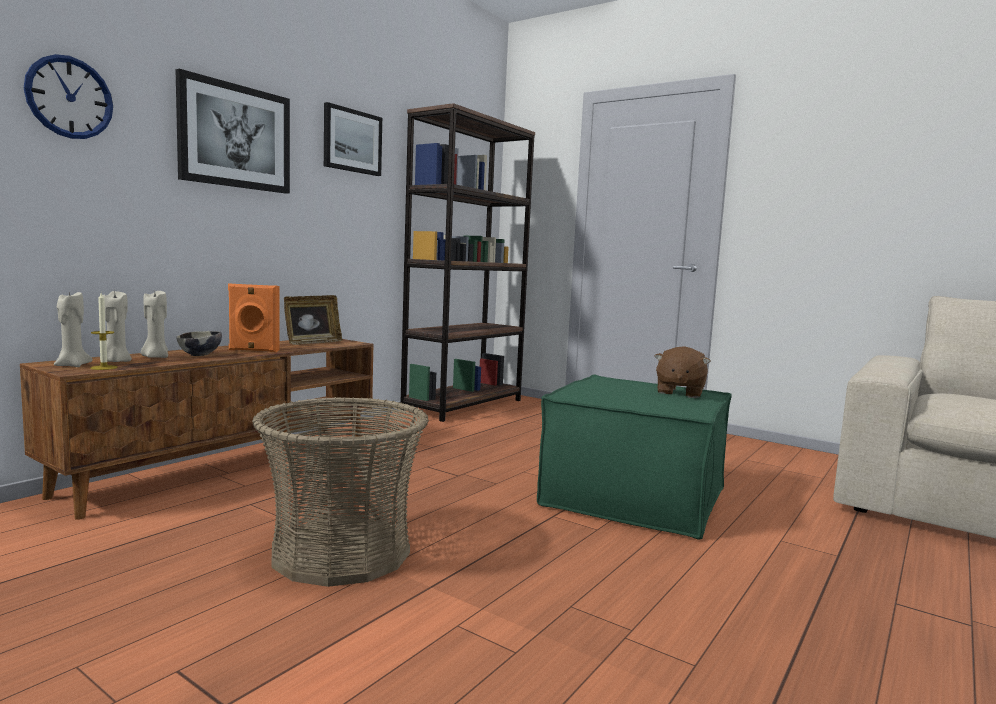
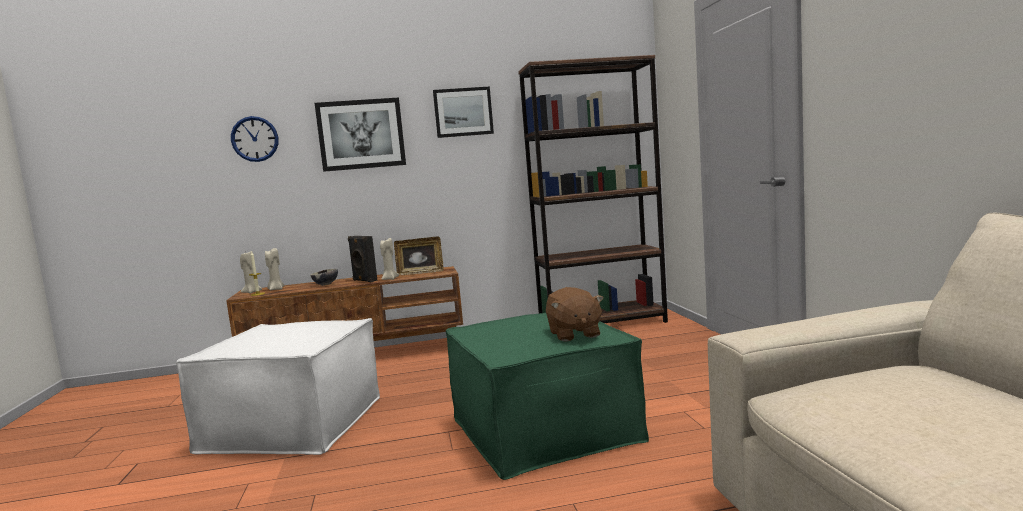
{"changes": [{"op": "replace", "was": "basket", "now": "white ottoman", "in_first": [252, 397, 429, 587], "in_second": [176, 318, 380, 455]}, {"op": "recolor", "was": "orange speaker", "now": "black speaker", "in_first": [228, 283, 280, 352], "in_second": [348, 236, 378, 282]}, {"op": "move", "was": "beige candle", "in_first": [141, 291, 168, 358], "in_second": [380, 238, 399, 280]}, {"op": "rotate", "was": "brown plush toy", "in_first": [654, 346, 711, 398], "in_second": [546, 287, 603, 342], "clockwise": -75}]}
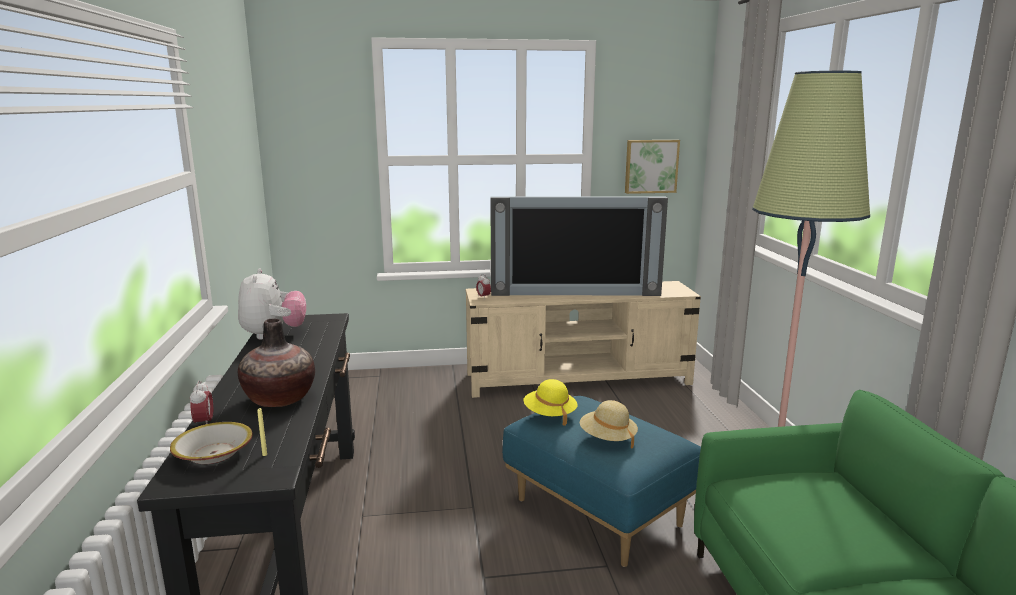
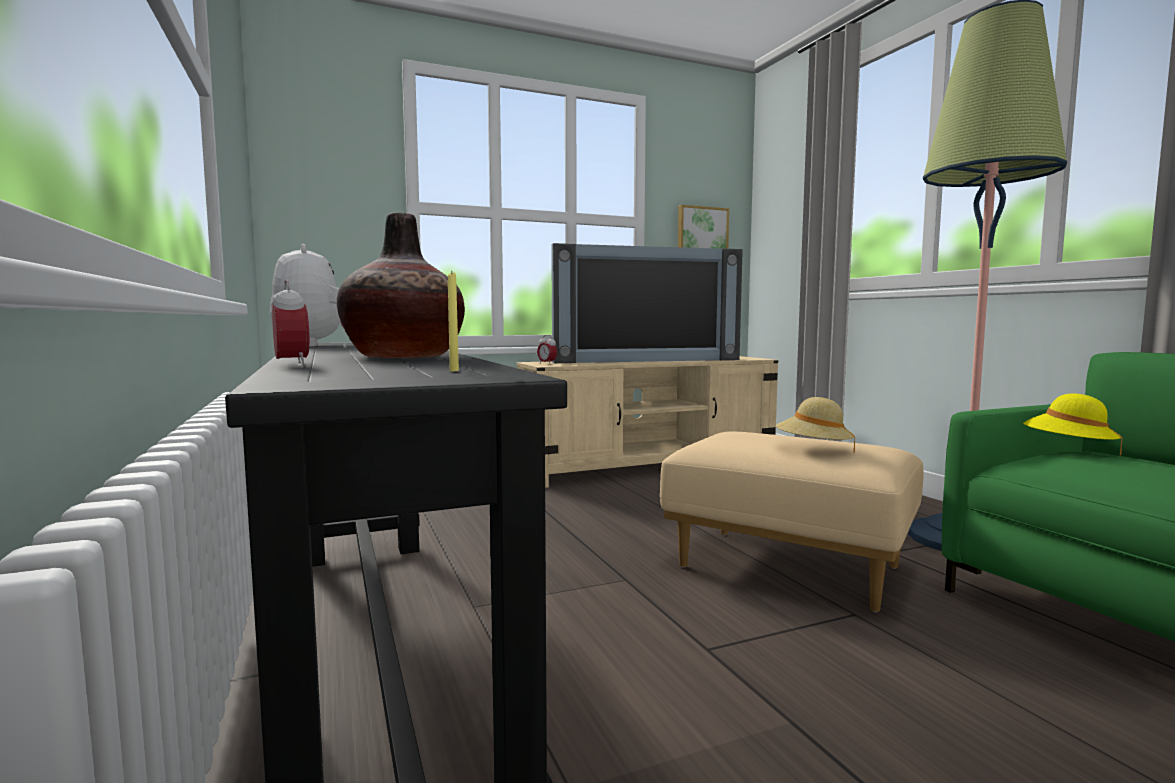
{"changes": [{"op": "recolor", "was": "blue ottoman", "now": "beige ottoman", "in_first": [502, 396, 701, 567], "in_second": [660, 431, 923, 612]}, {"op": "move", "was": "yellow hat", "in_first": [524, 379, 578, 426], "in_second": [1023, 393, 1122, 455]}, {"op": "delete", "was": "bowl", "in_first": [170, 422, 253, 464]}]}
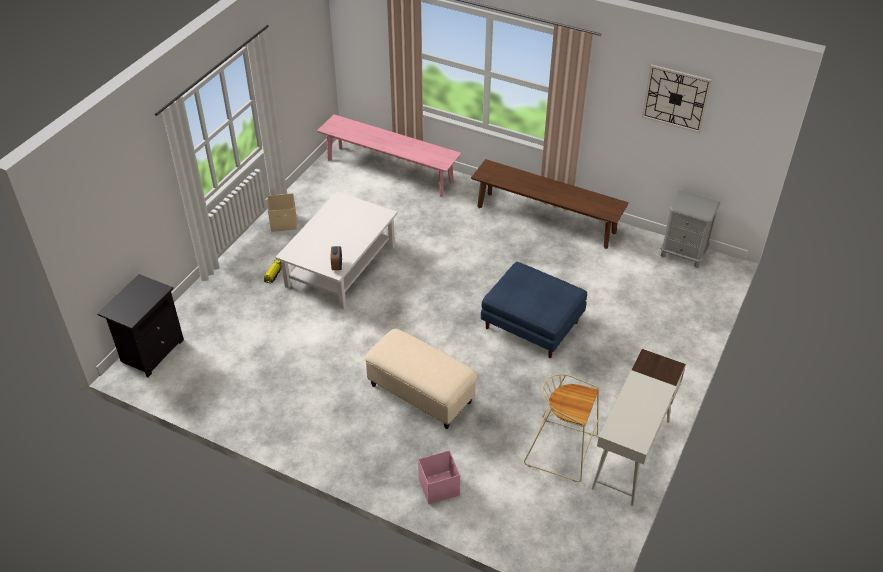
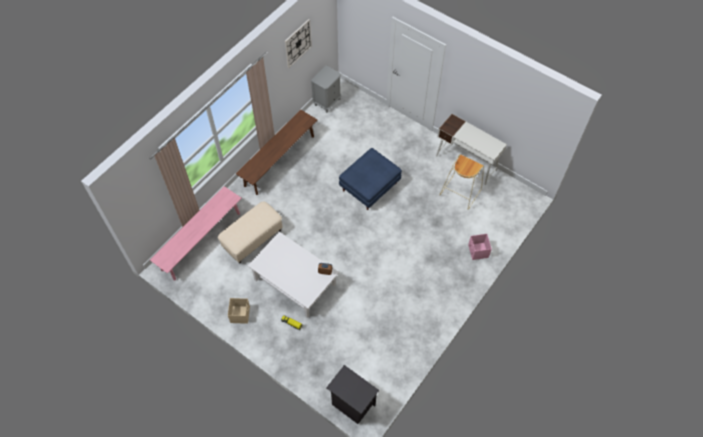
{"changes": [{"op": "move", "was": "beige ottoman", "in_first": [364, 329, 477, 429], "in_second": [218, 201, 283, 264]}]}
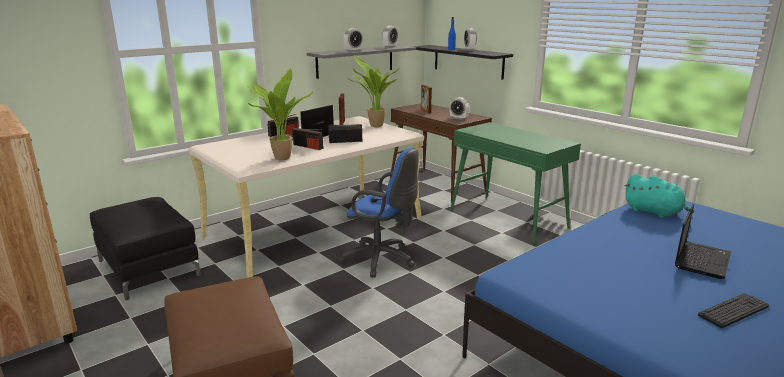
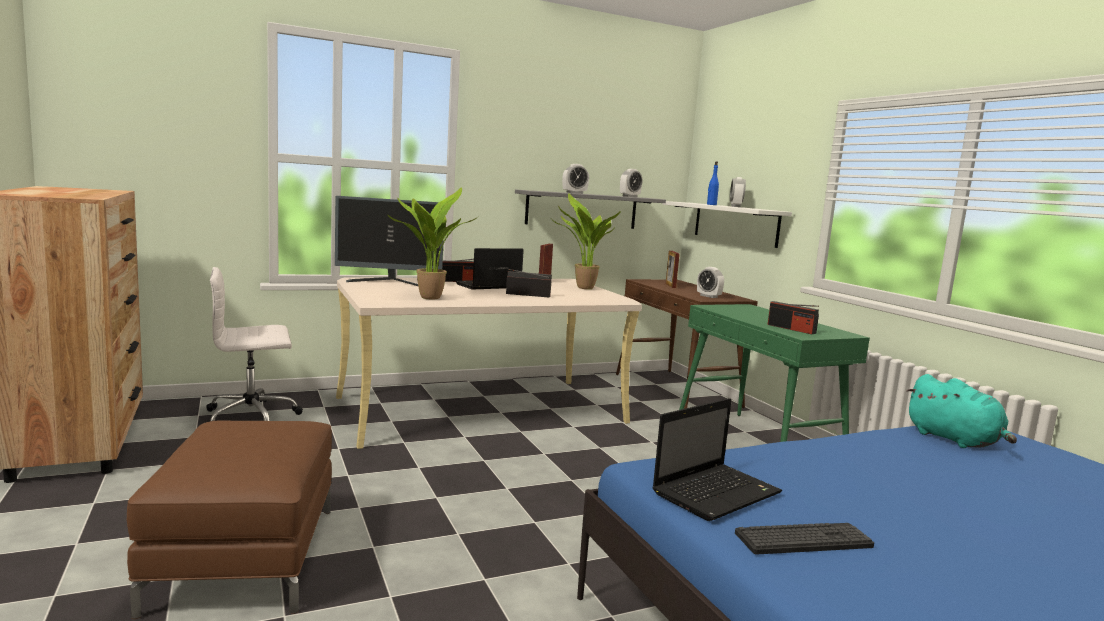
{"changes": [{"op": "replace", "was": "black ottoman", "now": "white office chair", "in_first": [90, 197, 201, 300], "in_second": [206, 267, 303, 422]}, {"op": "insert", "now": "monitor", "in_second": [335, 196, 443, 286]}, {"op": "move", "was": "laptop", "in_first": [675, 204, 731, 279], "in_second": [652, 398, 782, 521]}, {"op": "recolor", "was": "black shelf", "now": "white shelf", "in_first": [412, 45, 513, 80], "in_second": [662, 201, 792, 248]}, {"op": "move", "was": "keyboard", "in_first": [698, 293, 769, 328], "in_second": [735, 523, 874, 554]}, {"op": "move", "was": "radio", "in_first": [292, 128, 324, 150], "in_second": [768, 301, 819, 334]}, {"op": "delete", "was": "blue office chair", "in_first": [338, 148, 419, 278]}]}
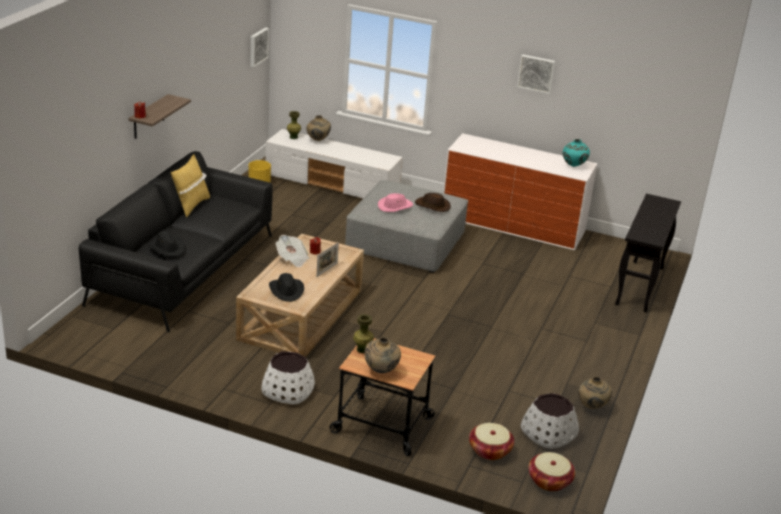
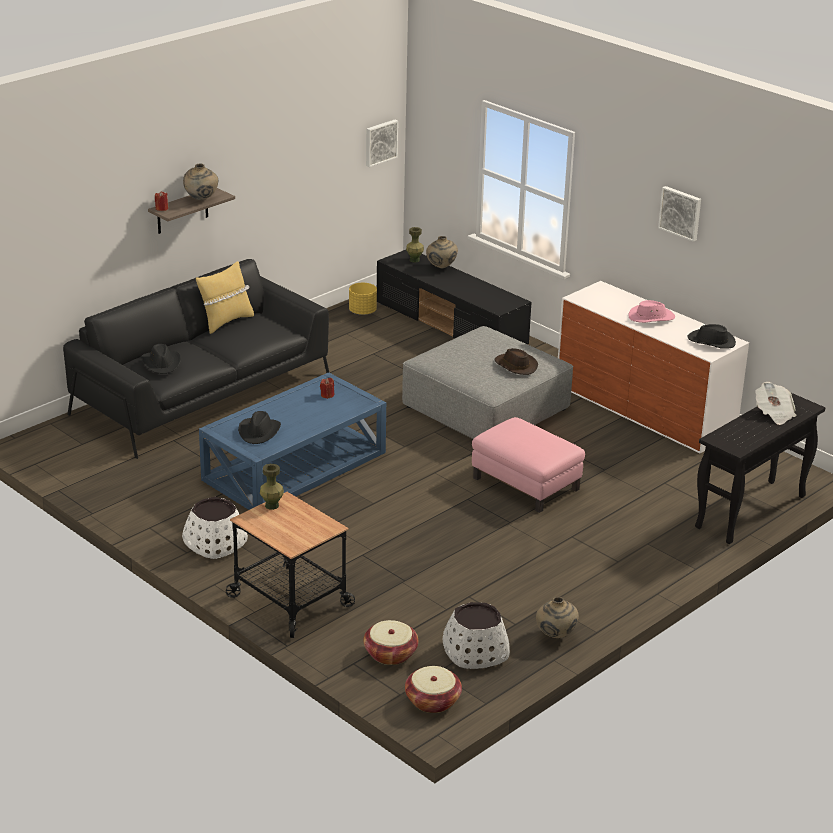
{"changes": [{"op": "move", "was": "beige vase", "in_first": [364, 337, 401, 373], "in_second": [183, 164, 218, 200]}, {"op": "recolor", "was": "beige coffee table", "now": "blue coffee table", "in_first": [236, 234, 364, 357], "in_second": [199, 372, 386, 510]}, {"op": "recolor", "was": "white tv stand", "now": "black tv stand", "in_first": [265, 129, 403, 198], "in_second": [377, 250, 531, 344]}, {"op": "insert", "now": "pink ottoman", "in_second": [472, 417, 585, 513]}, {"op": "move", "was": "pink hat", "in_first": [378, 193, 413, 212], "in_second": [628, 300, 675, 323]}, {"op": "replace", "was": "turquoise vase", "now": "black hat", "in_first": [563, 139, 590, 167], "in_second": [687, 324, 736, 349]}, {"op": "move", "was": "newspaper", "in_first": [276, 235, 309, 267], "in_second": [755, 382, 796, 425]}, {"op": "delete", "was": "picture frame", "in_first": [316, 242, 339, 277]}]}
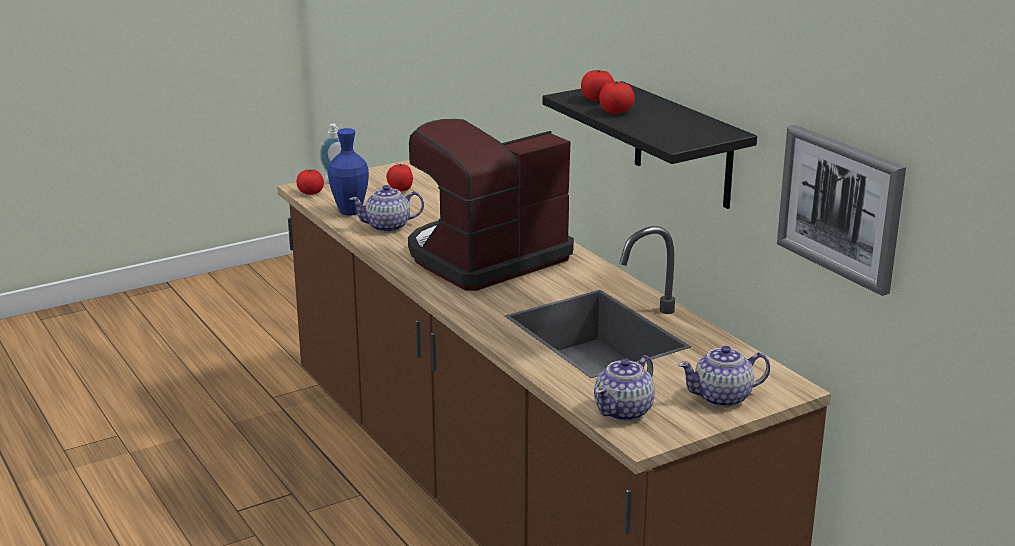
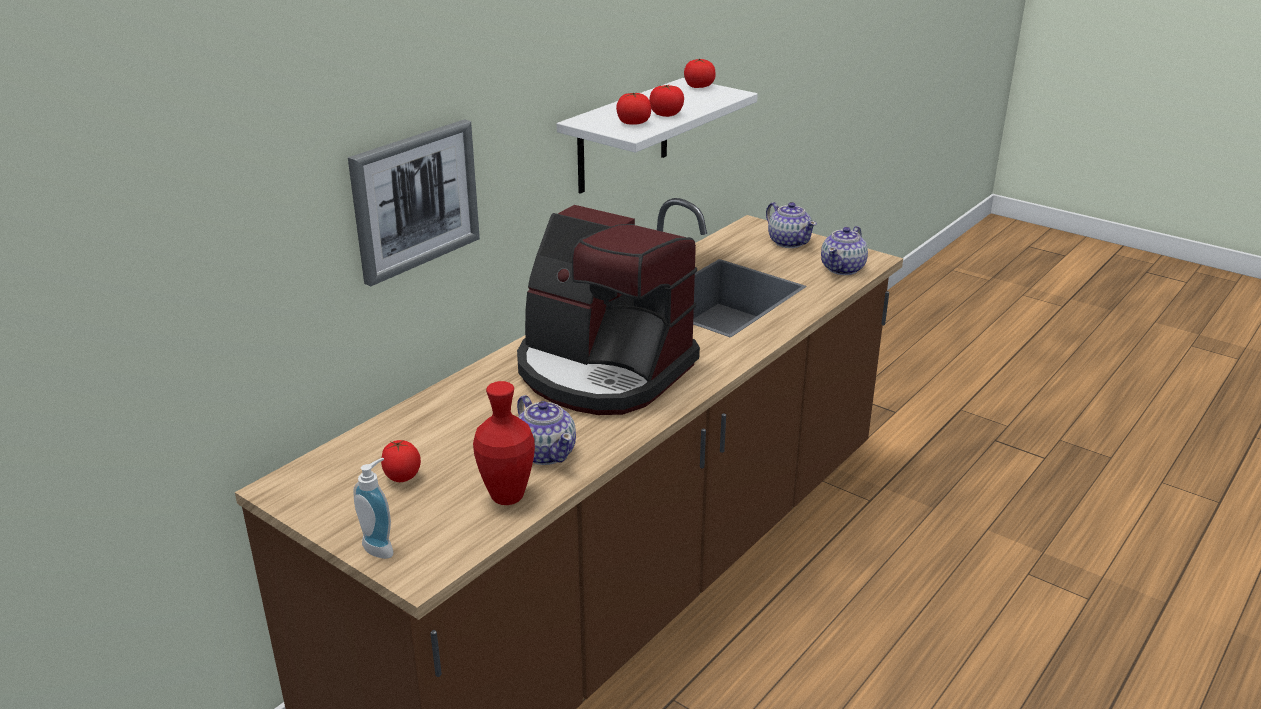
{"changes": [{"op": "move", "was": "picture", "in_first": [777, 125, 906, 296], "in_second": [348, 119, 480, 286]}, {"op": "recolor", "was": "blue vase", "now": "red vase", "in_first": [328, 128, 369, 216], "in_second": [473, 381, 535, 505]}, {"op": "recolor", "was": "black shelf", "now": "white shelf", "in_first": [543, 81, 757, 209], "in_second": [557, 78, 758, 194]}, {"op": "move", "was": "tomato", "in_first": [297, 170, 324, 195], "in_second": [684, 58, 716, 88]}, {"op": "rotate", "was": "teapot", "in_first": [594, 355, 655, 421], "in_second": [821, 226, 868, 275], "clockwise": 105}]}
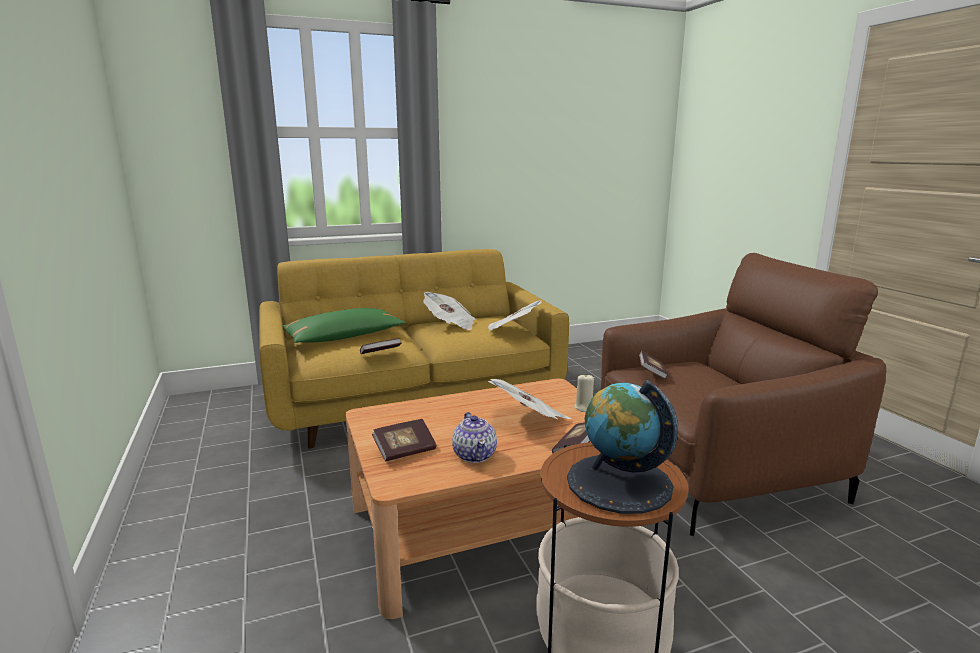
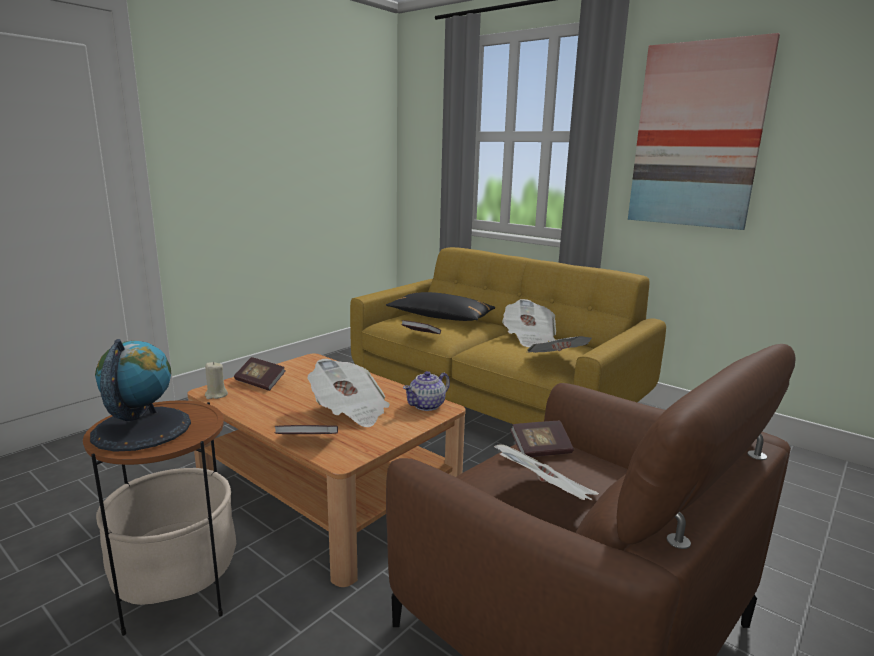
{"changes": [{"op": "move", "was": "beige candle", "in_first": [574, 374, 594, 412], "in_second": [205, 362, 228, 399]}, {"op": "recolor", "was": "green pillow", "now": "black pillow", "in_first": [283, 308, 406, 343], "in_second": [386, 292, 495, 321]}, {"op": "move", "was": "teapot", "in_first": [452, 412, 497, 463], "in_second": [403, 371, 450, 411]}, {"op": "insert", "now": "newspaper", "in_second": [494, 444, 599, 500]}, {"op": "insert", "now": "picture", "in_second": [628, 33, 780, 230]}]}
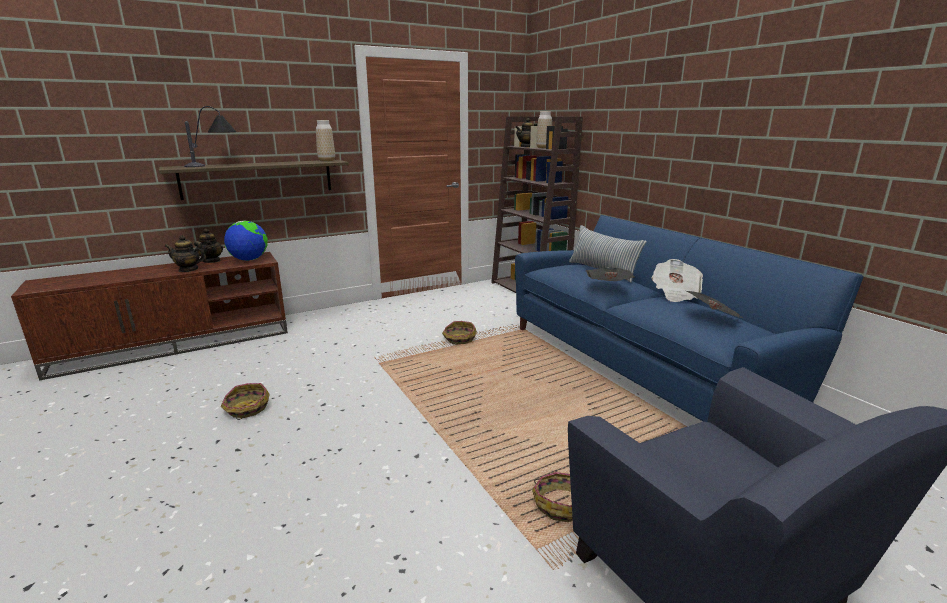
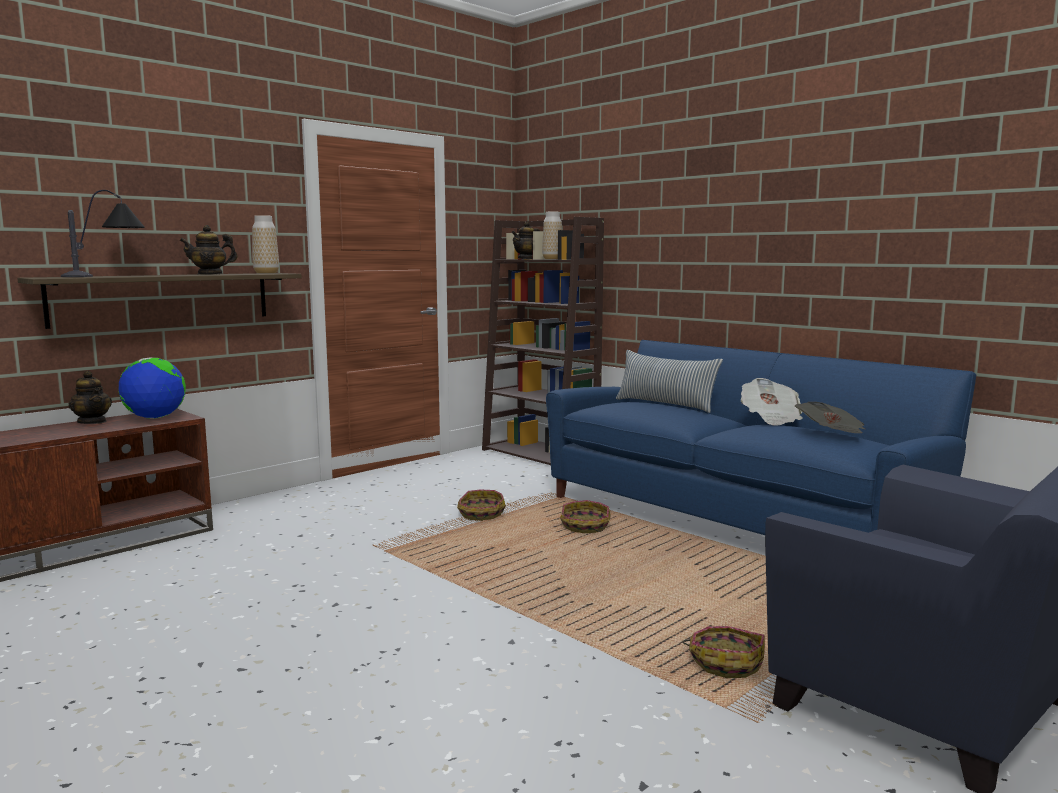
{"changes": [{"op": "move", "was": "teapot", "in_first": [165, 235, 206, 272], "in_second": [180, 225, 238, 275]}, {"op": "move", "was": "basket", "in_first": [221, 383, 270, 420], "in_second": [560, 500, 611, 533]}, {"op": "delete", "was": "newspaper", "in_first": [586, 268, 635, 281]}]}
